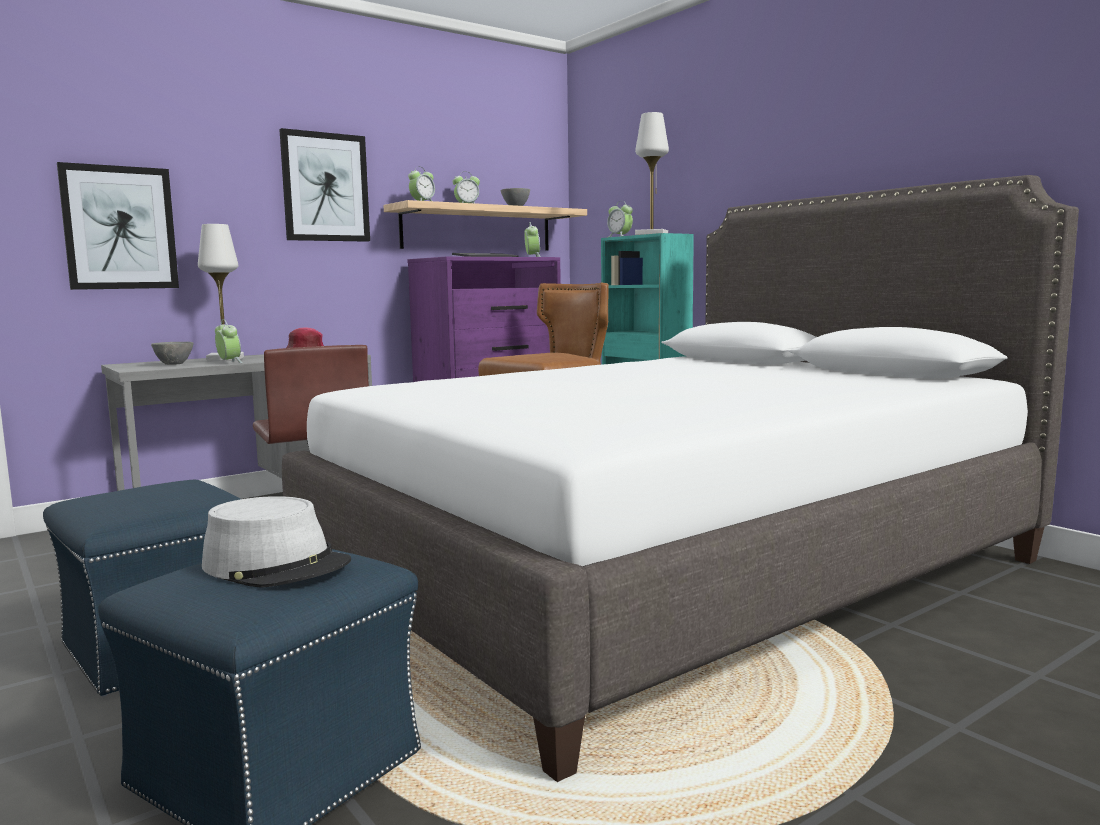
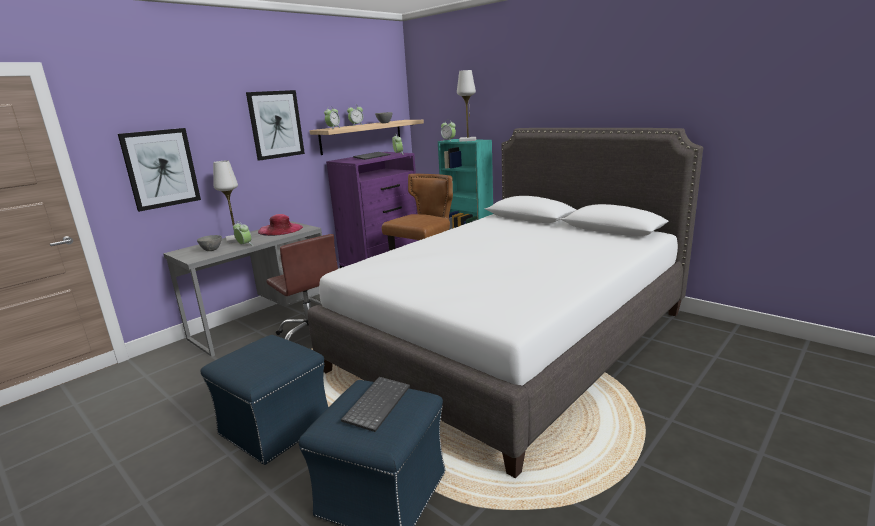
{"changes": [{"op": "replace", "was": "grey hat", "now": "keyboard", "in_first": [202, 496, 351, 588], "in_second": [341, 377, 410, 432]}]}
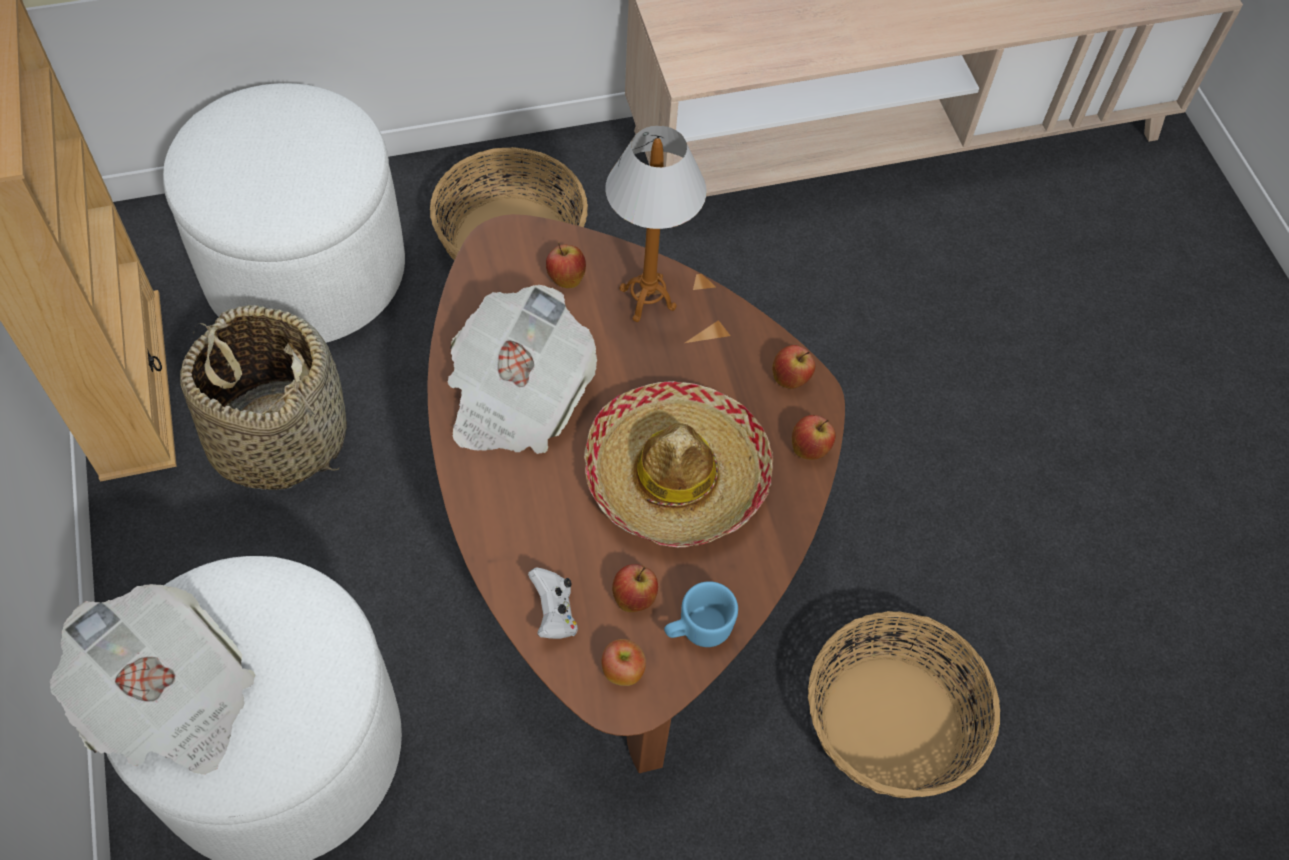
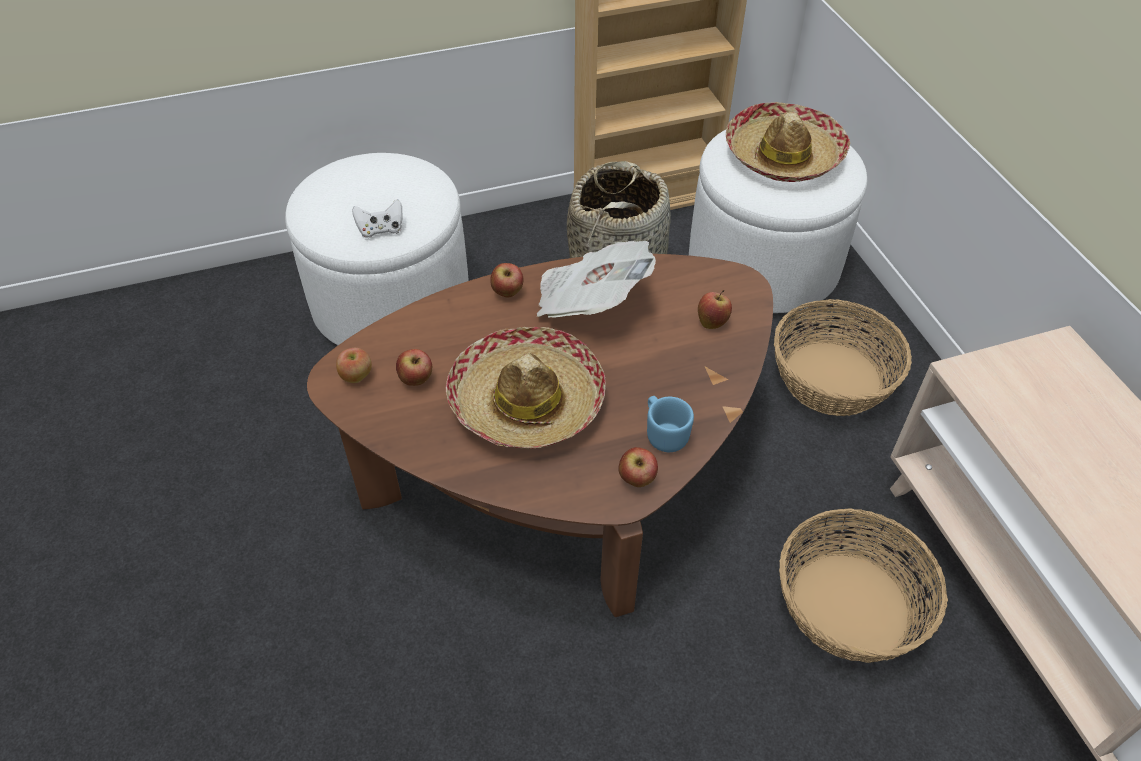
{"changes": [{"op": "move", "was": "white game controller", "in_first": [528, 568, 578, 639], "in_second": [352, 199, 403, 238]}, {"op": "move", "was": "apple", "in_first": [792, 415, 836, 460], "in_second": [490, 263, 523, 298]}, {"op": "move", "was": "blue mug", "in_first": [664, 581, 738, 647], "in_second": [647, 396, 694, 452]}, {"op": "insert", "now": "hat", "in_second": [726, 102, 850, 182]}, {"op": "move", "was": "basket", "in_first": [808, 611, 1000, 798], "in_second": [779, 508, 948, 663]}, {"op": "delete", "was": "newspaper", "in_first": [50, 584, 255, 775]}, {"op": "delete", "was": "table lamp", "in_first": [606, 126, 707, 322]}]}
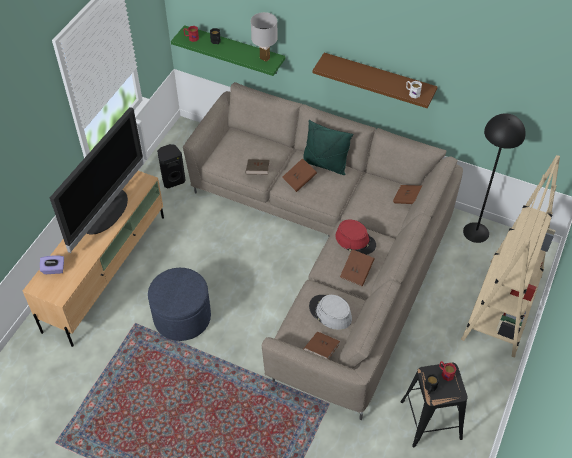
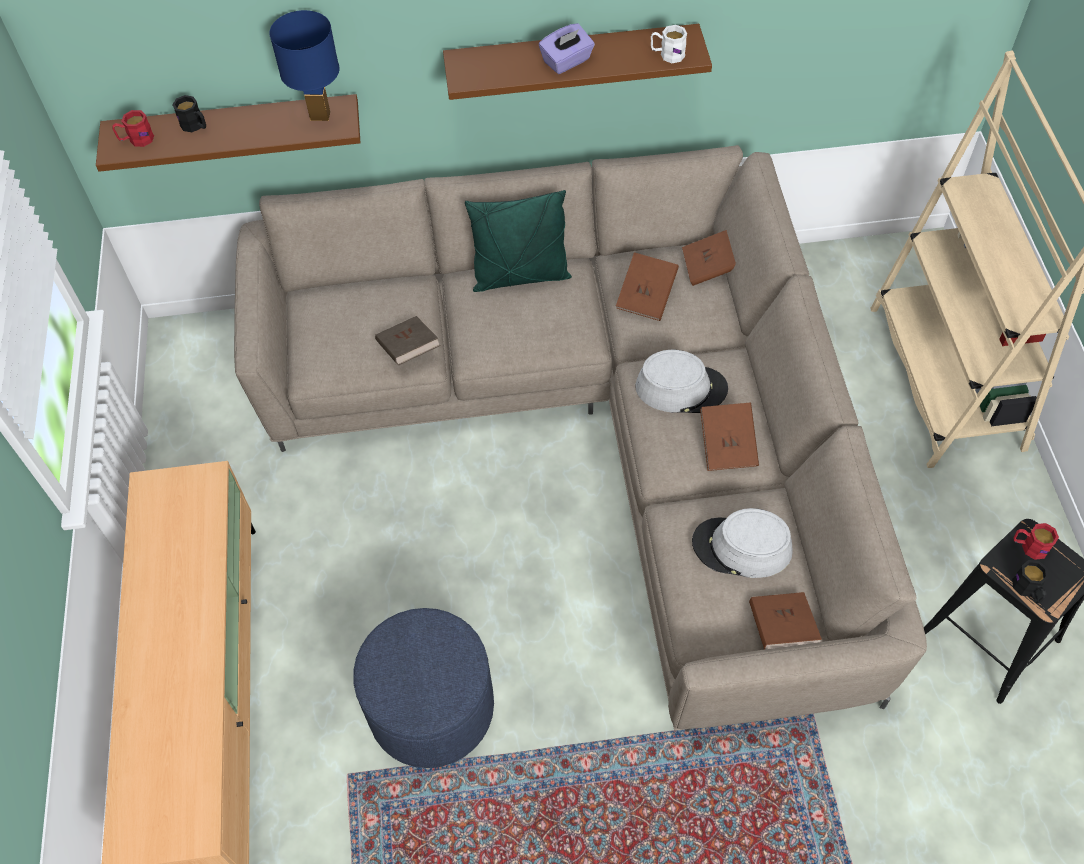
{"changes": [{"op": "recolor", "was": "green shelf", "now": "brown shelf", "in_first": [171, 25, 285, 76], "in_second": [96, 94, 361, 172]}, {"op": "recolor", "was": "white table lamp", "now": "blue table lamp", "in_first": [251, 12, 278, 62], "in_second": [269, 10, 339, 121]}, {"op": "move", "was": "purple tissue box", "in_first": [40, 256, 64, 274], "in_second": [539, 23, 595, 74]}, {"op": "move", "was": "brown book", "in_first": [283, 158, 317, 192], "in_second": [616, 252, 679, 321]}, {"op": "recolor", "was": "red hat", "now": "grey hat", "in_first": [335, 219, 376, 255], "in_second": [635, 350, 728, 413]}, {"op": "delete", "was": "television", "in_first": [50, 107, 144, 253]}, {"op": "delete", "was": "black speaker", "in_first": [157, 144, 185, 189]}, {"op": "delete", "was": "black floor lamp", "in_first": [463, 113, 526, 243]}]}
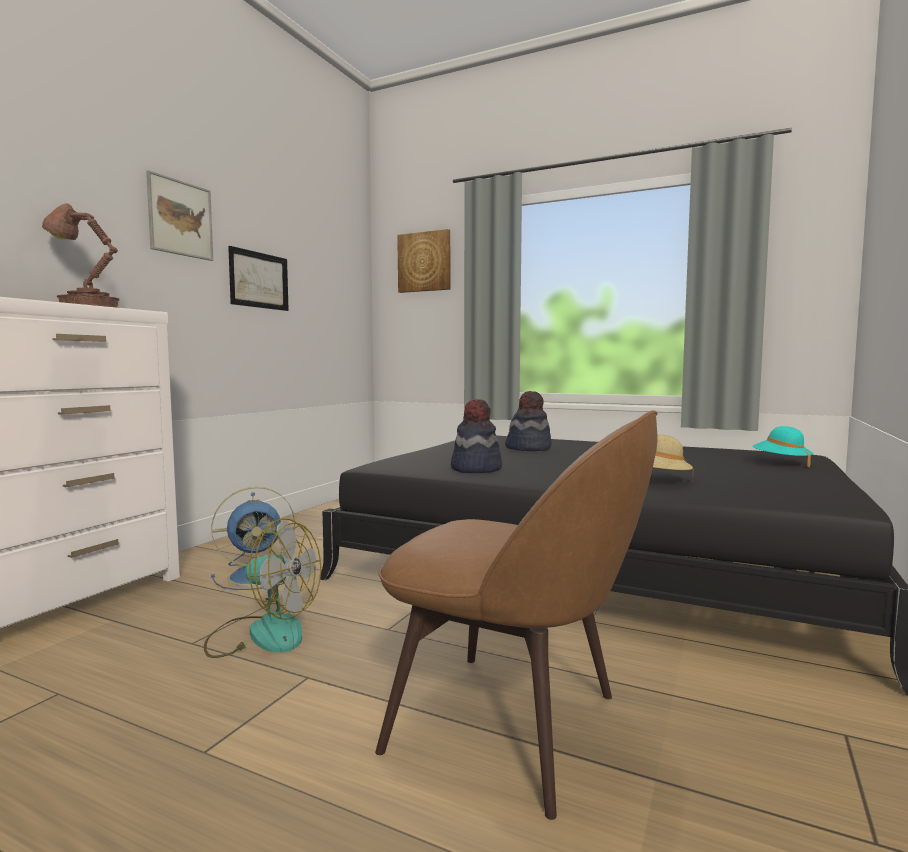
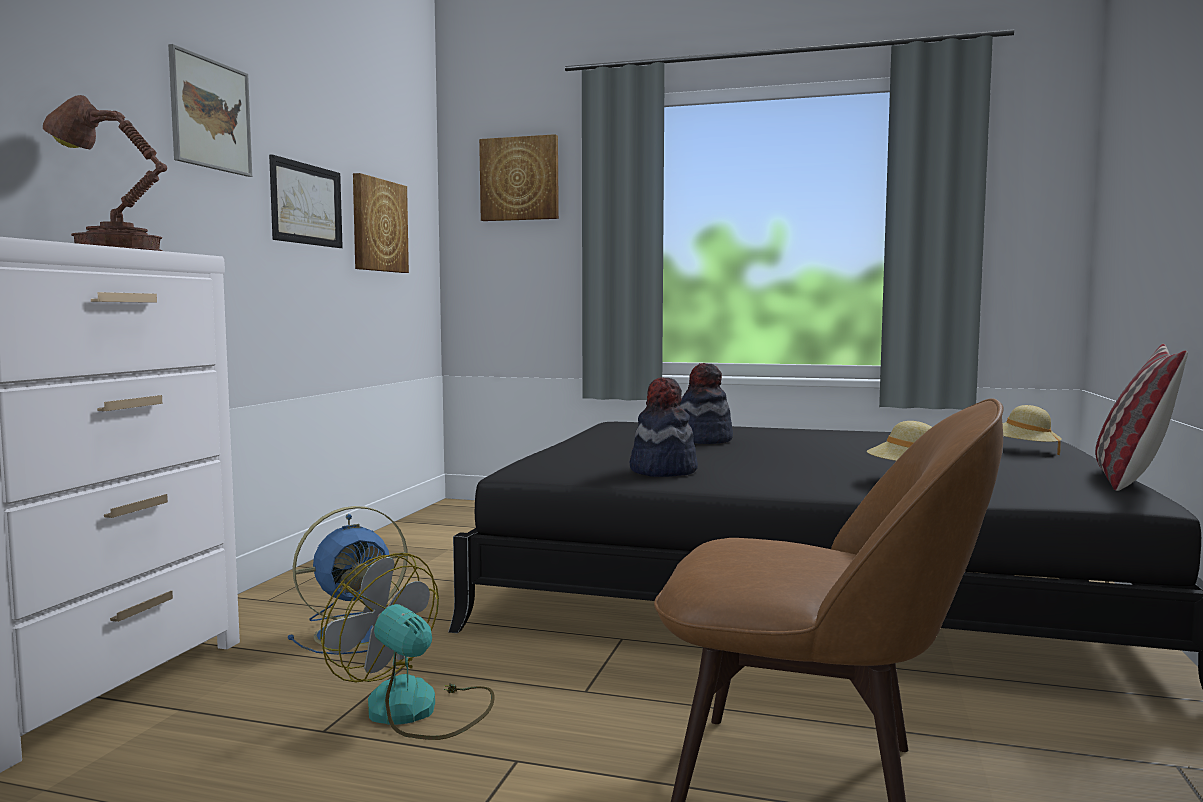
{"changes": [{"op": "rotate", "was": "fan", "in_first": [204, 518, 321, 658], "in_second": [320, 553, 495, 740], "clockwise": -150}, {"op": "insert", "now": "picture", "in_second": [353, 173, 409, 273]}, {"op": "recolor", "was": "turquoise hat", "now": "beige hat", "in_first": [752, 426, 813, 467], "in_second": [1003, 405, 1062, 455]}, {"op": "insert", "now": "pillow", "in_second": [1095, 344, 1188, 491]}]}
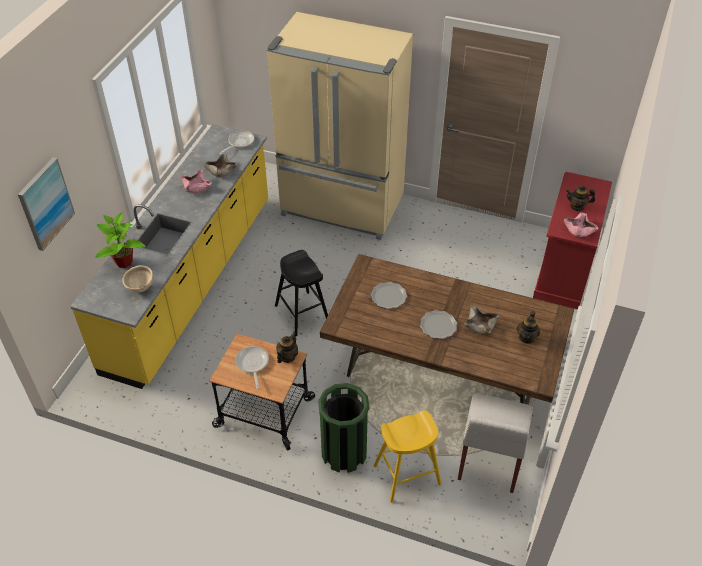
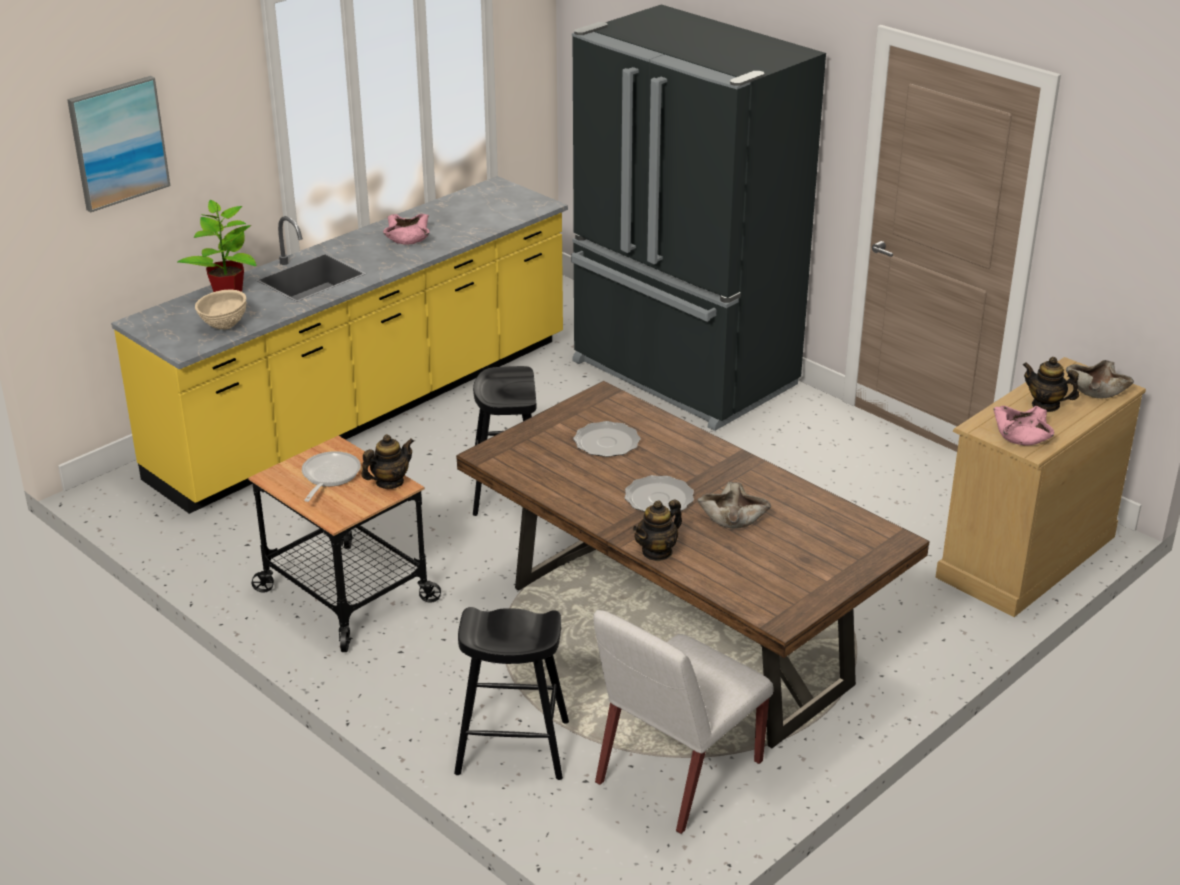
{"changes": [{"op": "recolor", "was": "yellow stool", "now": "black stool", "in_first": [374, 410, 442, 503], "in_second": [454, 607, 569, 780]}, {"op": "recolor", "was": "beige fridge", "now": "black fridge", "in_first": [267, 12, 413, 240], "in_second": [571, 4, 826, 431]}, {"op": "move", "was": "teapot", "in_first": [517, 311, 540, 344], "in_second": [633, 500, 682, 561]}, {"op": "recolor", "was": "red dresser", "now": "beige dresser", "in_first": [533, 172, 612, 309], "in_second": [935, 357, 1146, 617]}, {"op": "move", "was": "beige bowl", "in_first": [204, 154, 237, 177], "in_second": [1066, 360, 1134, 398]}, {"op": "delete", "was": "frying pan", "in_first": [219, 131, 254, 154]}, {"op": "delete", "was": "green trash can", "in_first": [318, 383, 369, 473]}]}
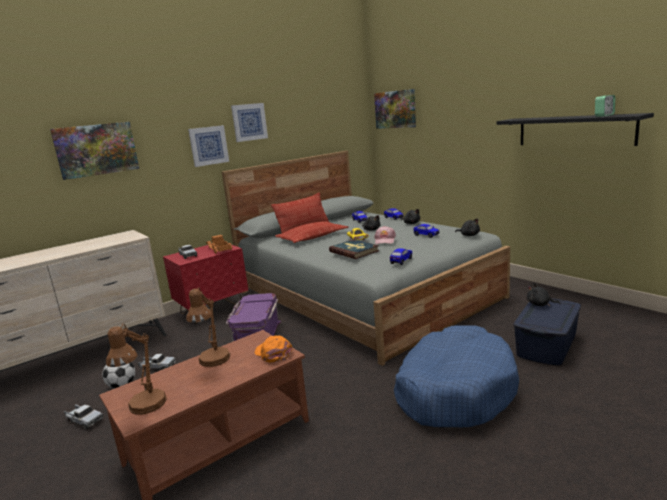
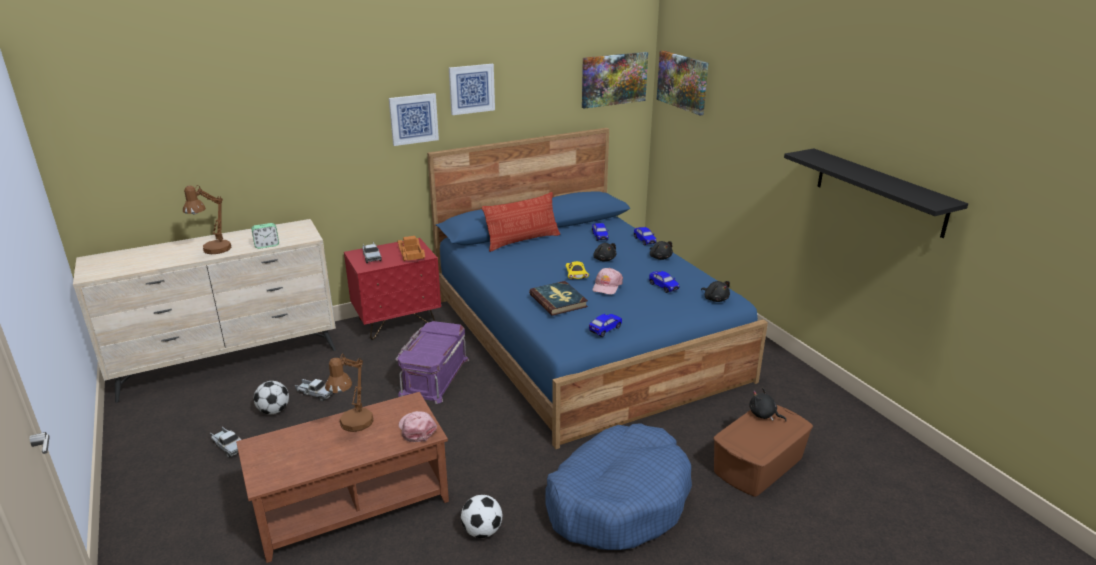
{"changes": [{"op": "move", "was": "brown table lamp", "in_first": [106, 324, 167, 415], "in_second": [183, 185, 231, 254]}, {"op": "move", "was": "alarm clock", "in_first": [595, 95, 615, 117], "in_second": [251, 223, 279, 249]}, {"op": "recolor", "was": "orange cap", "now": "pink cap", "in_first": [255, 335, 293, 363], "in_second": [399, 411, 437, 442]}, {"op": "recolor", "was": "grey bed", "now": "blue bed", "in_first": [222, 151, 510, 366], "in_second": [427, 128, 768, 449]}, {"op": "insert", "now": "football", "in_second": [461, 495, 502, 538]}, {"op": "move", "was": "picture", "in_first": [50, 122, 139, 180], "in_second": [582, 52, 648, 109]}, {"op": "recolor", "was": "blue storage box", "now": "brown storage box", "in_first": [513, 298, 581, 365], "in_second": [713, 405, 813, 497]}, {"op": "delete", "was": "pillow", "in_first": [275, 222, 348, 243]}]}
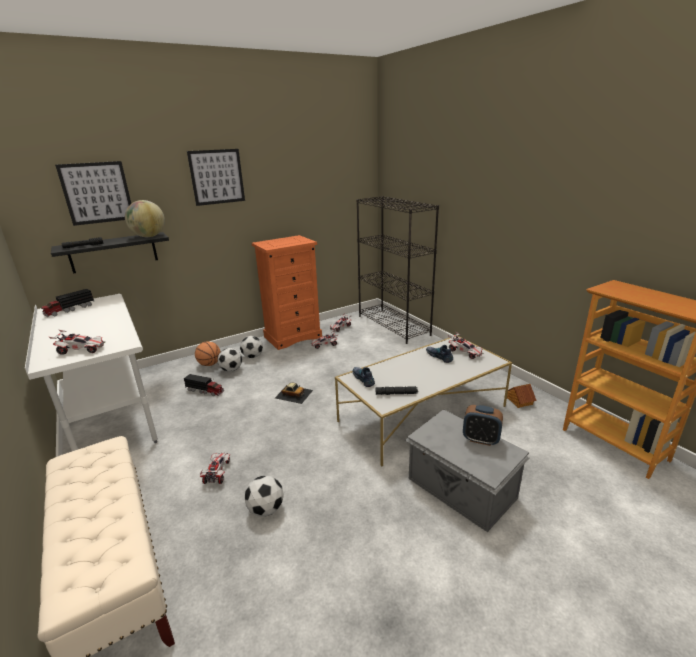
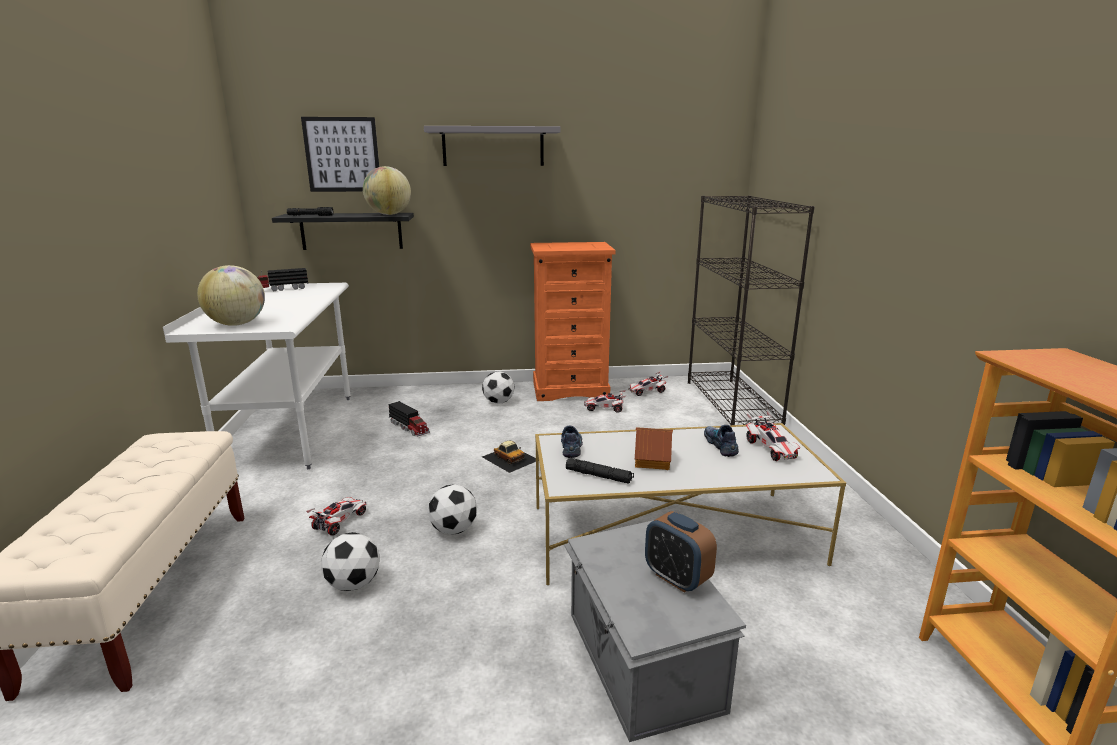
{"changes": [{"op": "replace", "was": "toy car", "now": "globe", "in_first": [49, 330, 105, 355], "in_second": [197, 265, 265, 326]}, {"op": "replace", "was": "picture", "now": "grey shelf", "in_first": [187, 149, 245, 206], "in_second": [424, 126, 561, 166]}, {"op": "move", "was": "football", "in_first": [218, 348, 242, 372], "in_second": [428, 484, 477, 535]}, {"op": "move", "was": "toy house", "in_first": [507, 384, 537, 408], "in_second": [635, 427, 673, 470]}, {"op": "delete", "was": "basketball", "in_first": [195, 341, 221, 366]}]}
